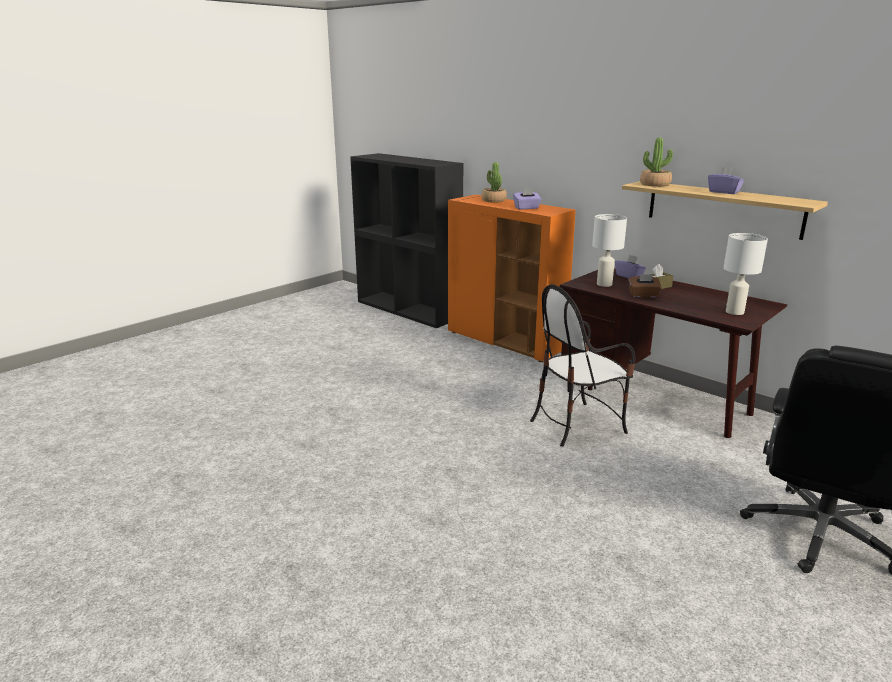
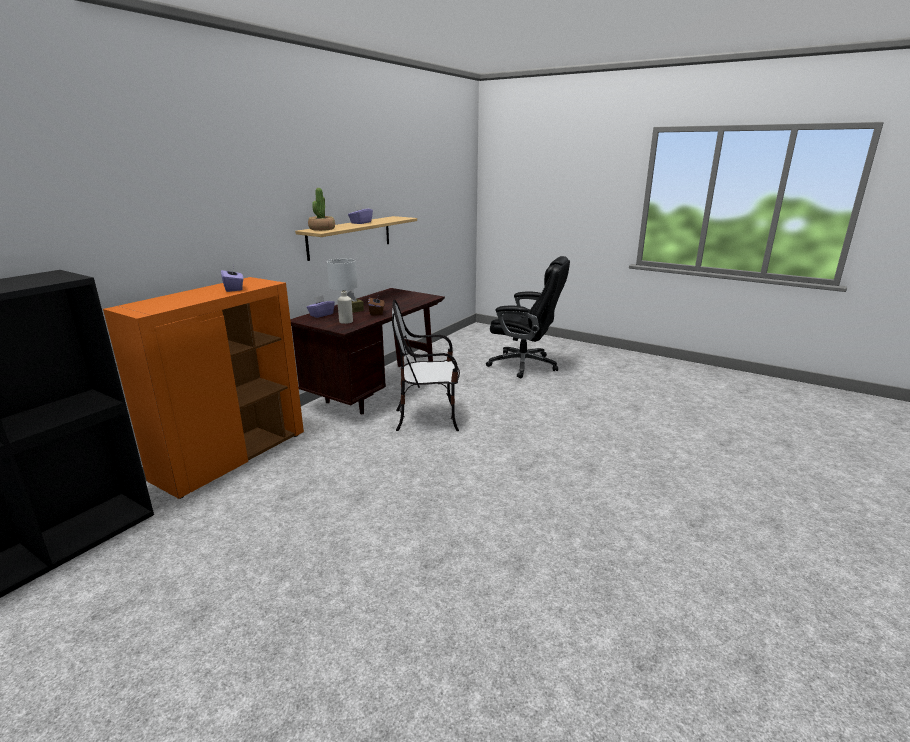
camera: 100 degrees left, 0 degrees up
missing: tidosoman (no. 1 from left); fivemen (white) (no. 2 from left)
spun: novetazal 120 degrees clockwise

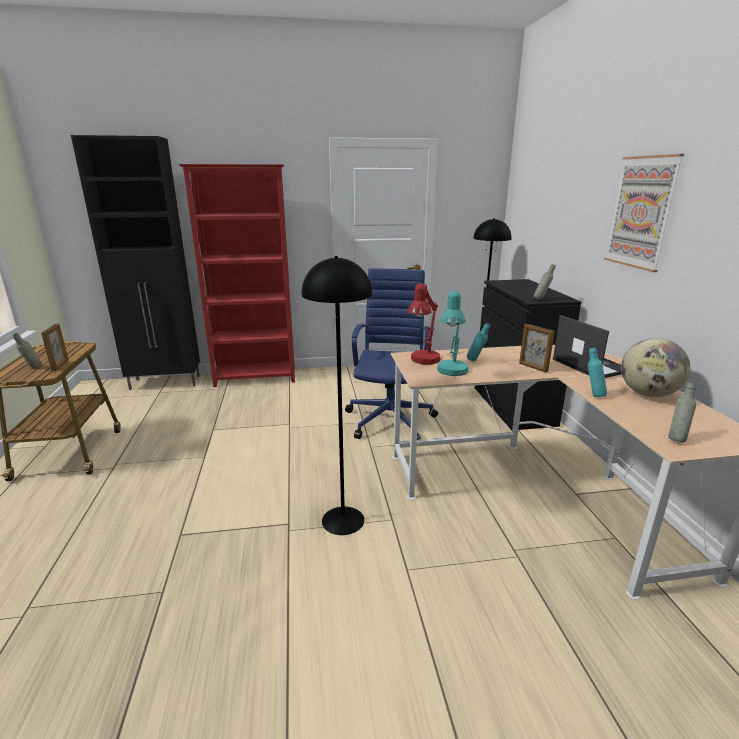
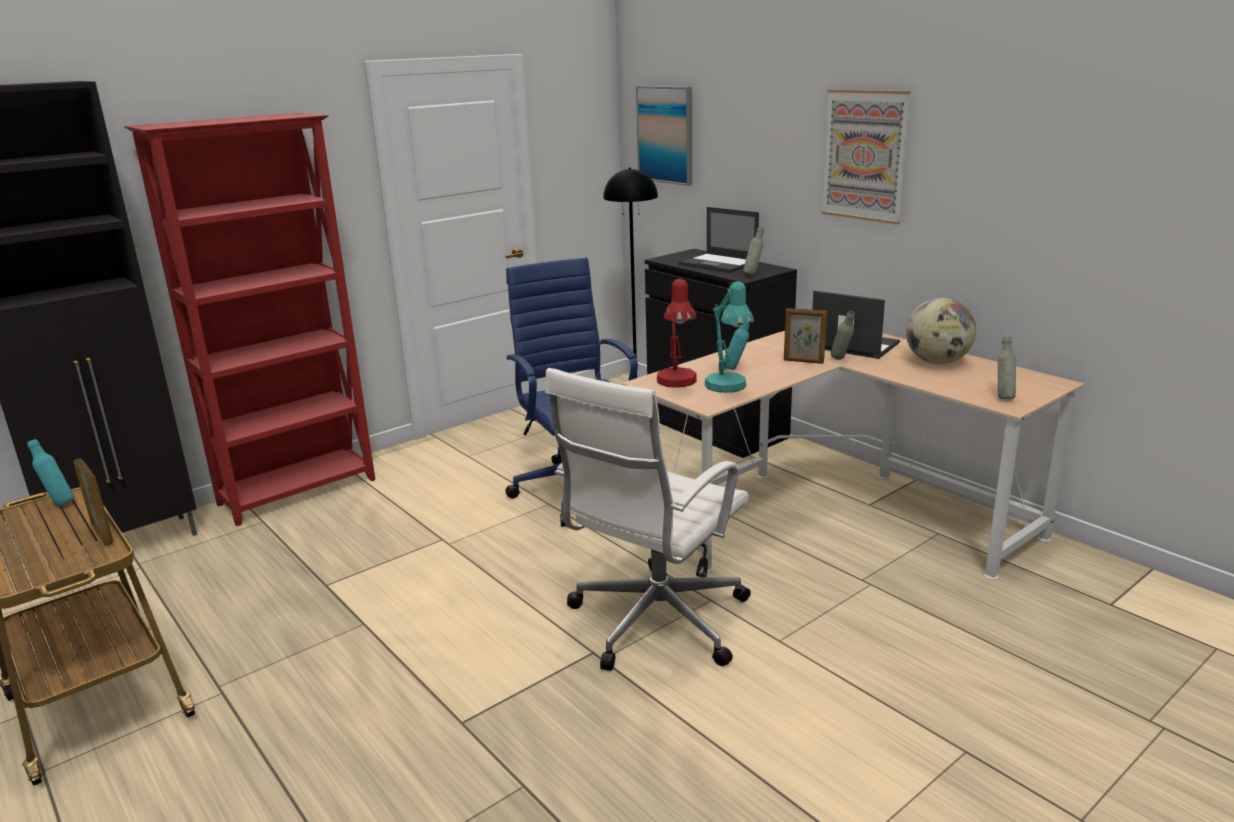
camera: 30 degrees left, 0 degrees up
appeared: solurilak (no. 1 from left); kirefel (no. 1 from left)
relocated: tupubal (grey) (no. 1 from left in the first image) to tupubal (grey) (no. 2 from left); tupubal (turquoise) (no. 2 from left in the first image) to tupubal (turquoise) (no. 1 from left)
exchanged: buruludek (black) (no. 1 from left) to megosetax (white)

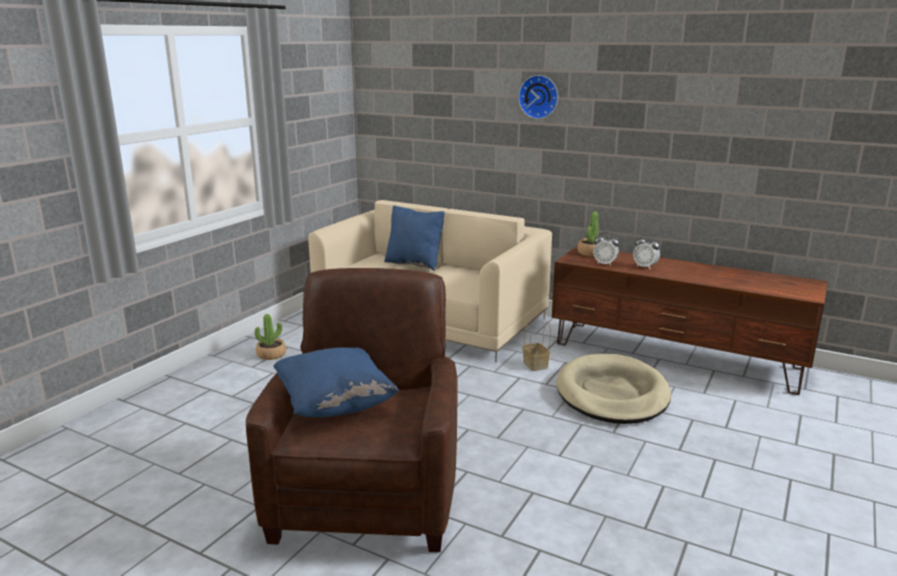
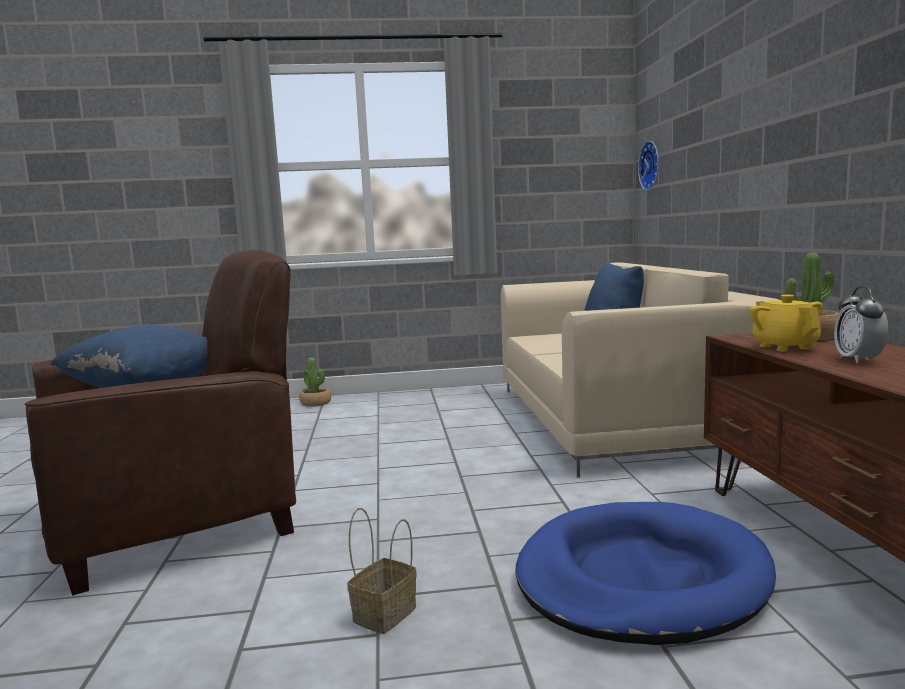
camera: 55 degrees right, 10 degrees down
relocated: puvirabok; tidosoman (no. 1 from left); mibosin
exchanged: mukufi (no. 1 from left) to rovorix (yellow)
colour: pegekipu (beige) to pegekipu (blue)

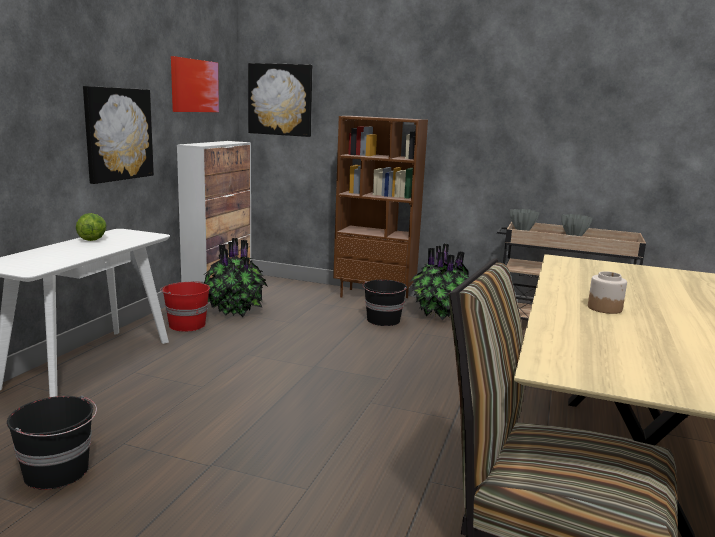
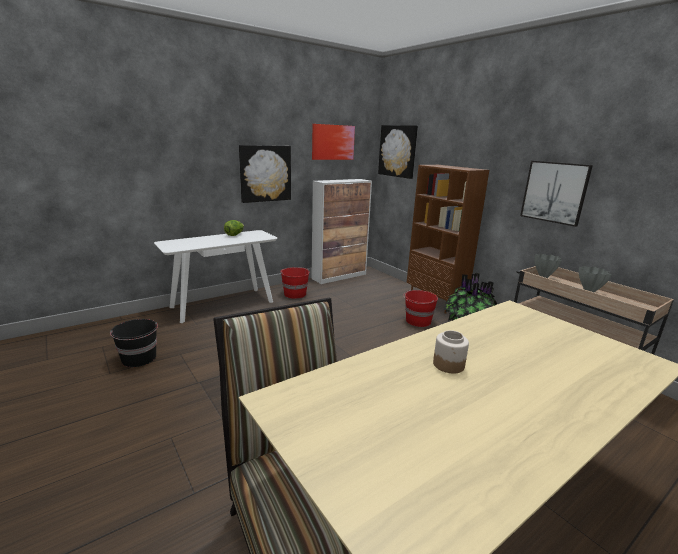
camera: 35 degrees right, 5 degrees up
missing: tidosoman (no. 1 from left)
appeared: solurilak (no. 4 from left)
colour: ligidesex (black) (no. 2 from left) to ligidesex (red) (no. 2 from left)

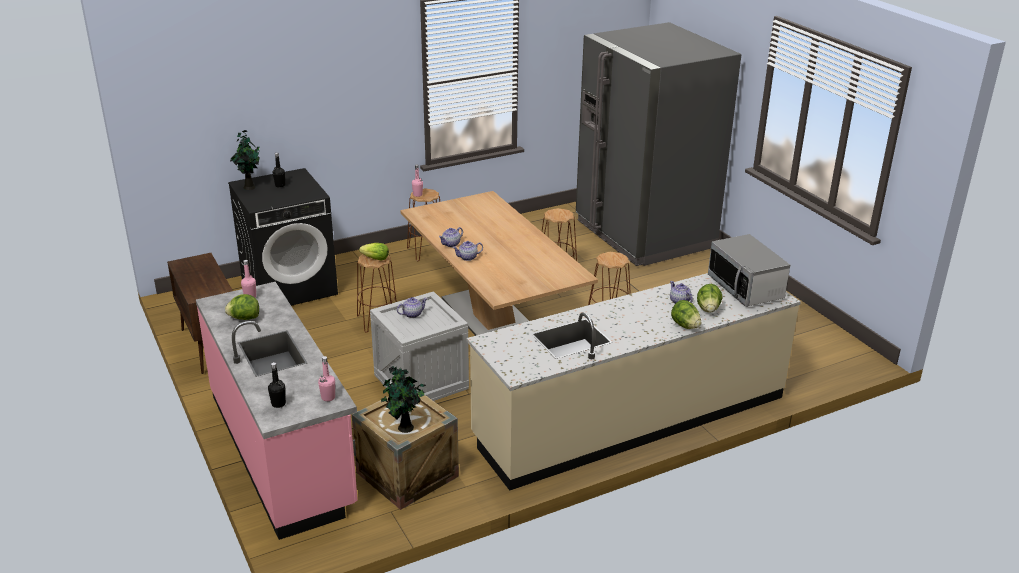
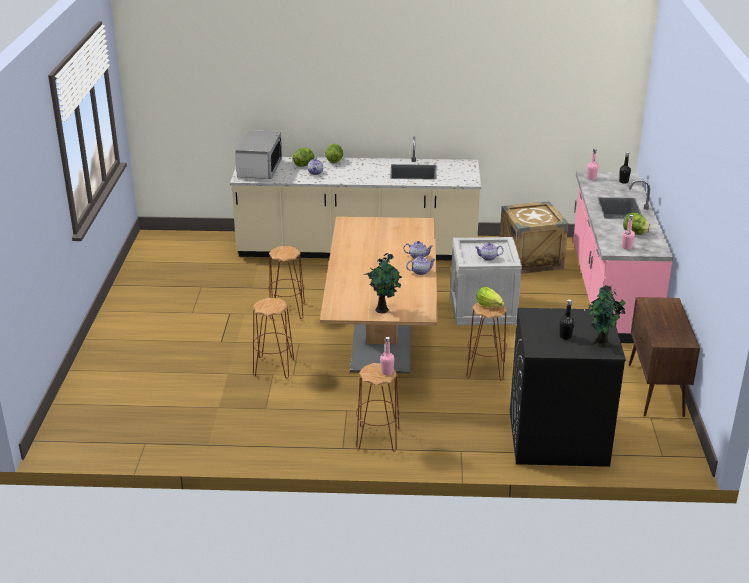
camera: 150 degrees left, 0 degrees up
missing: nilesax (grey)
relocated: tidosoman (no. 2 from left in the first image) to tidosoman (no. 1 from left)

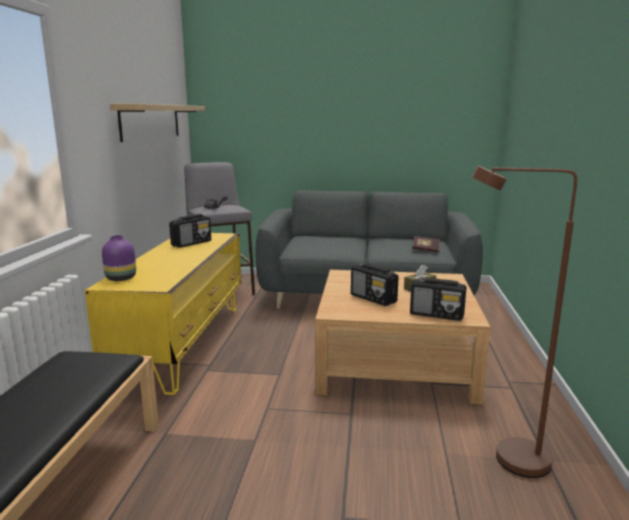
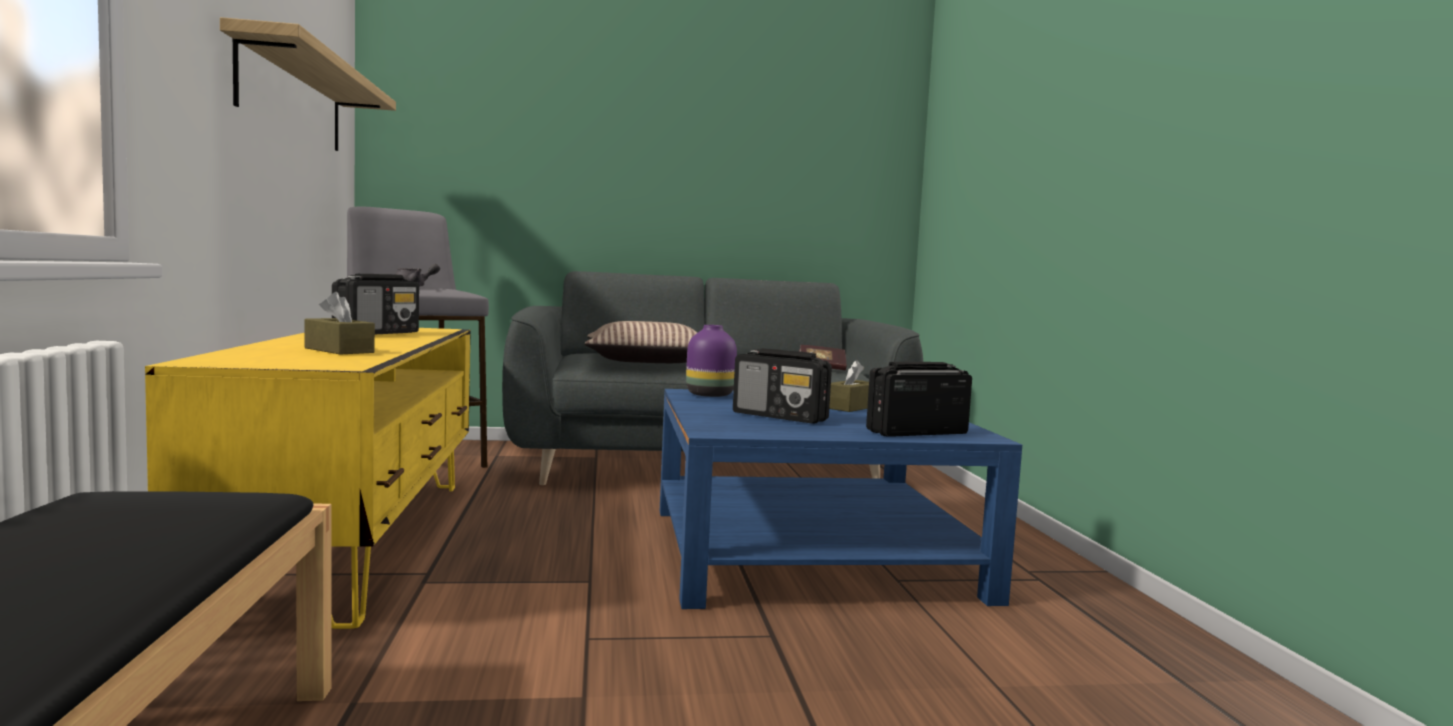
camera: 15 degrees left, 10 degrees down
missing: buruludek (brown)
appeared: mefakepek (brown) (no. 1 from left); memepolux
relocated: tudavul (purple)
colour: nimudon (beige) to nimudon (blue)
spun: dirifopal (no. 3 from left) 150 degrees clockwise

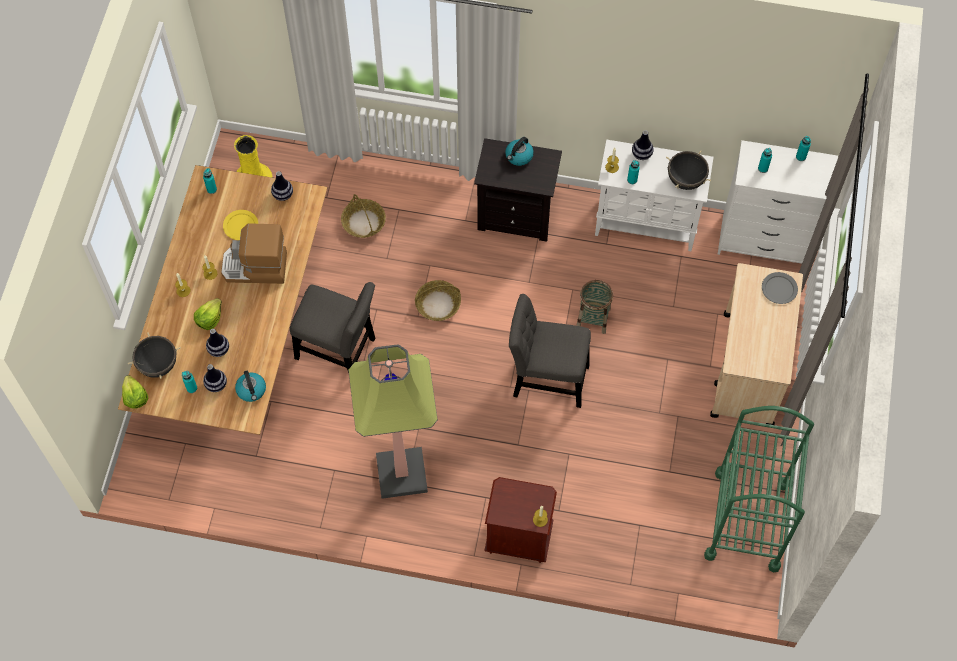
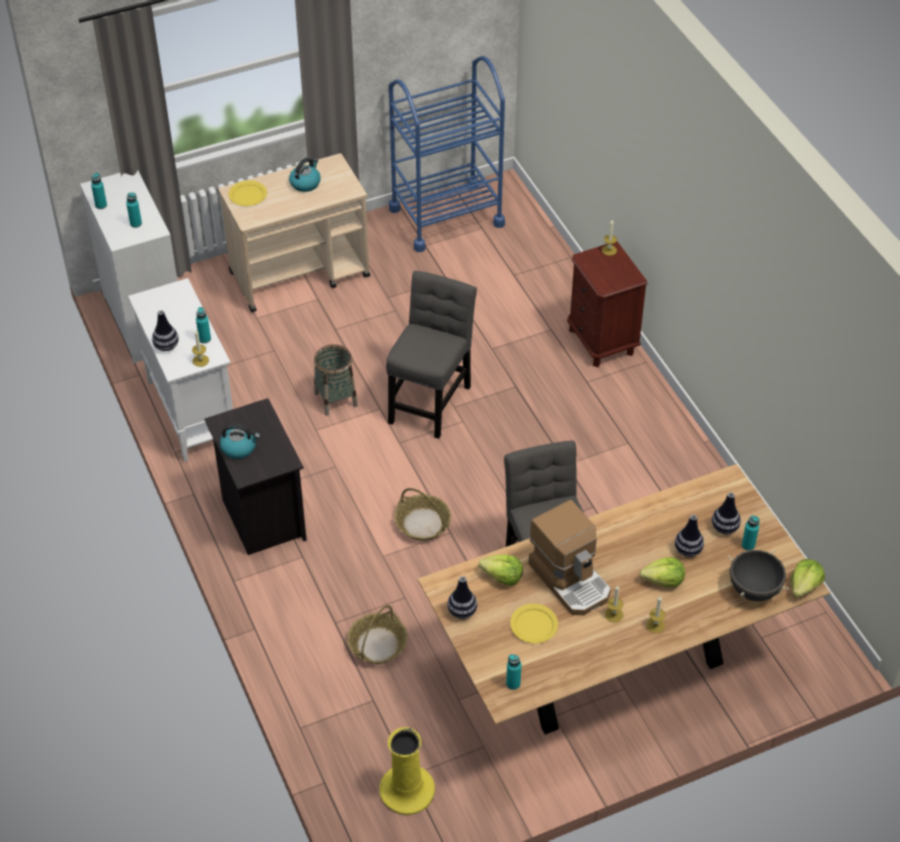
camera: 125 degrees left, 15 degrees down
missing: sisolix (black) (no. 2 from left); buruludek
appeared: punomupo (no. 1 from left)
relocated: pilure (no. 1 from left in the first image) to pilure (no. 2 from left)
colour: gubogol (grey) to gubogol (yellow) (no. 1 from left); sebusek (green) to sebusek (blue)
spun: novetazal (grey) (no. 2 from left in the first image) 135 degrees counterclockwise

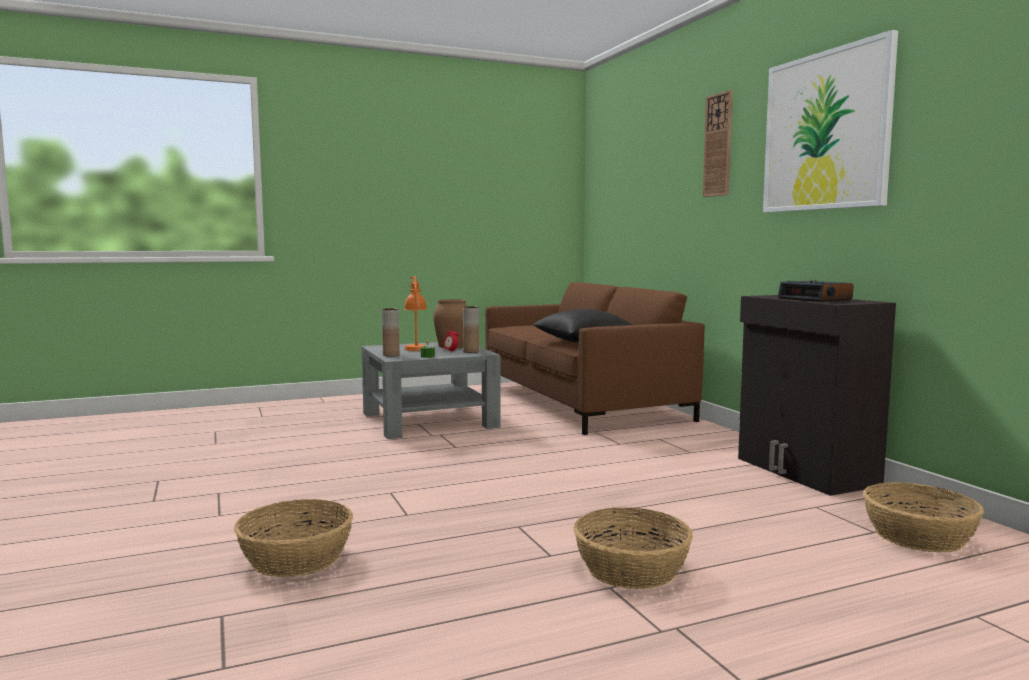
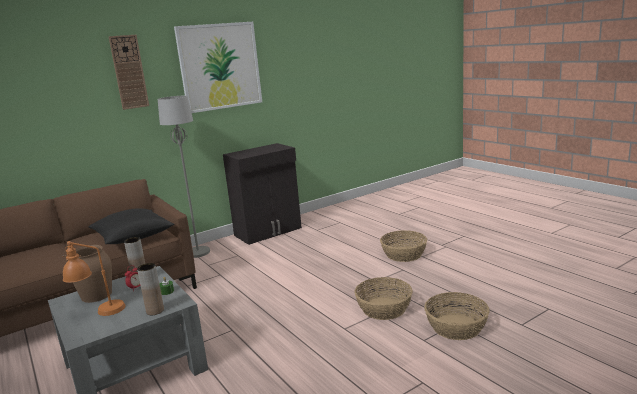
camera: 100 degrees left, 10 degrees up
missing: mukufi (no. 2 from left)
appeared: buruludek (grey)
relocated: mibosin (no. 3 from left in the first image) to mibosin (no. 1 from left)

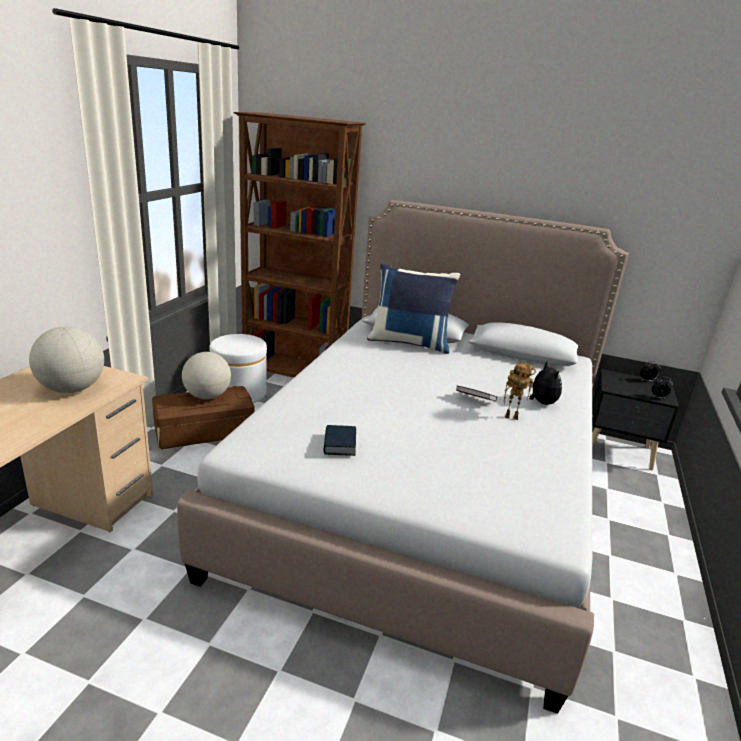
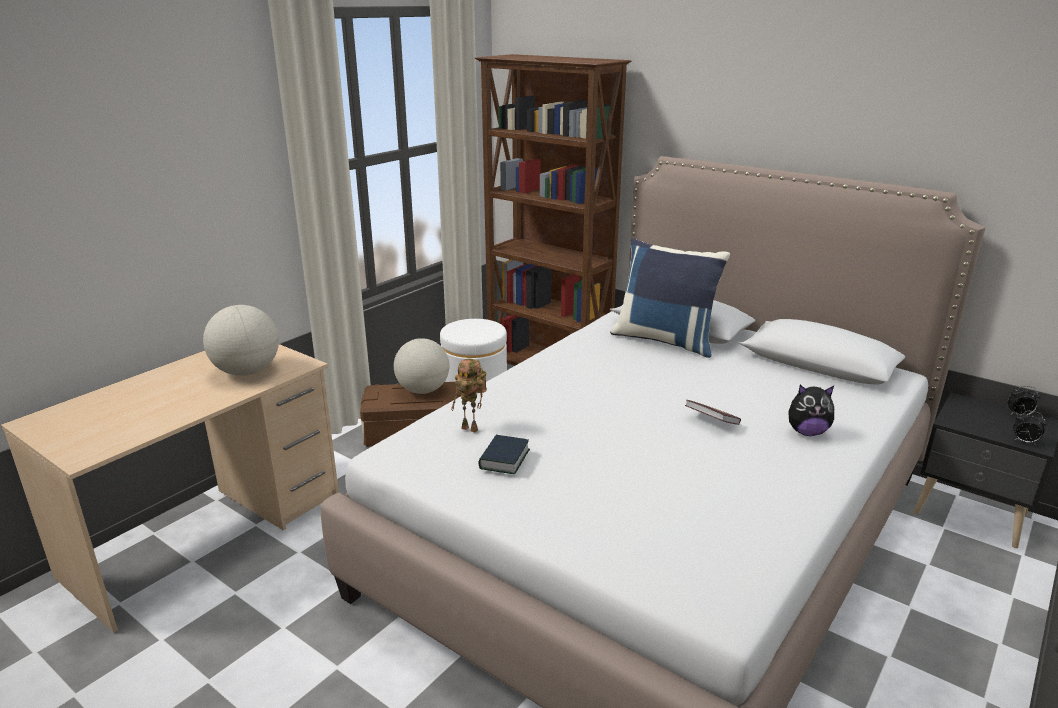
camera: 20 degrees right, 0 degrees up
relocated: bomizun
spun: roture 90 degrees clockwise

